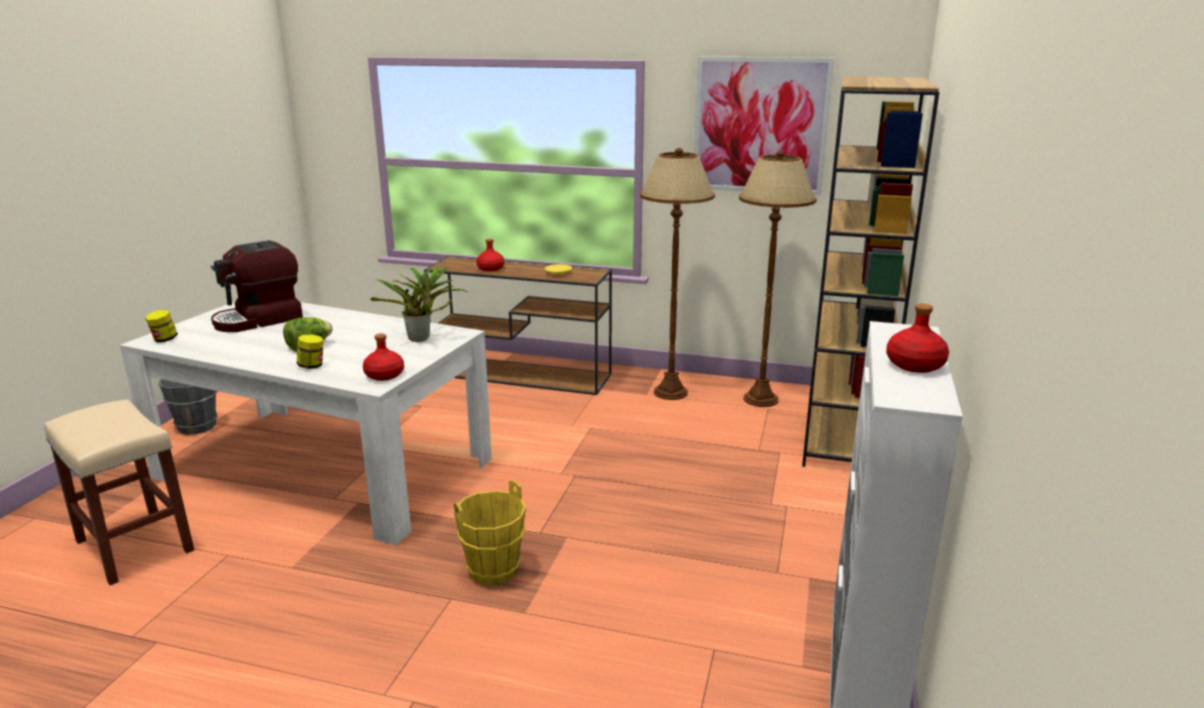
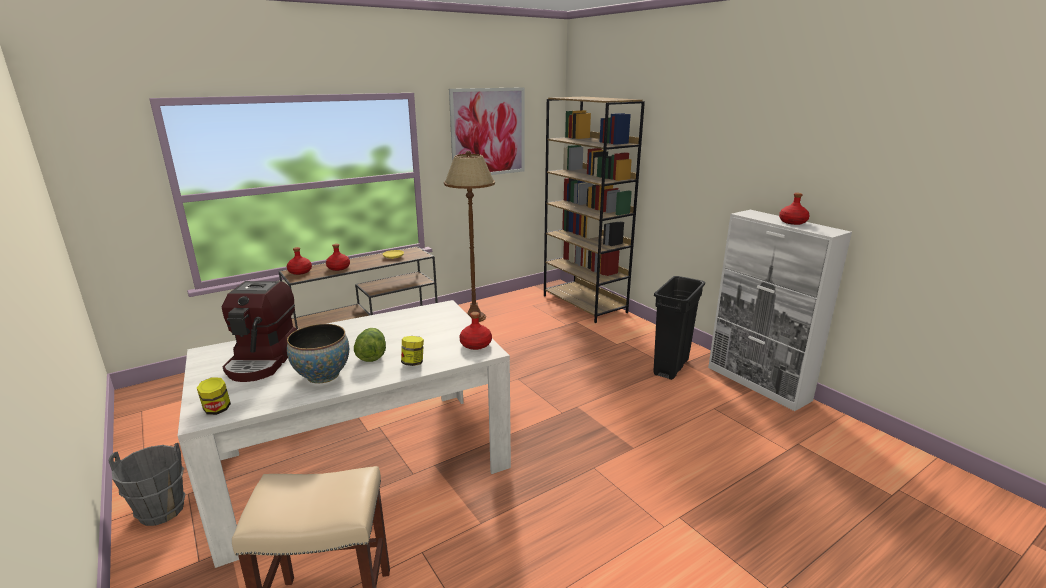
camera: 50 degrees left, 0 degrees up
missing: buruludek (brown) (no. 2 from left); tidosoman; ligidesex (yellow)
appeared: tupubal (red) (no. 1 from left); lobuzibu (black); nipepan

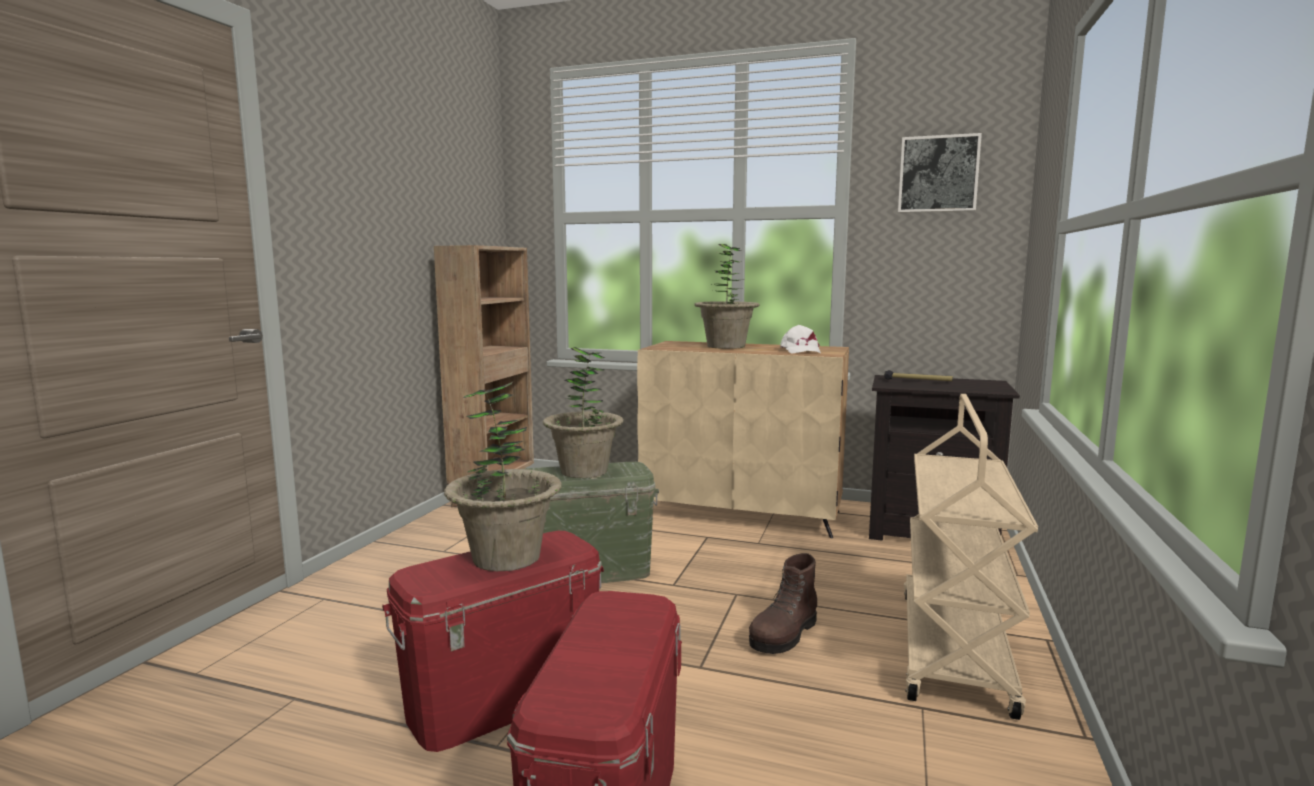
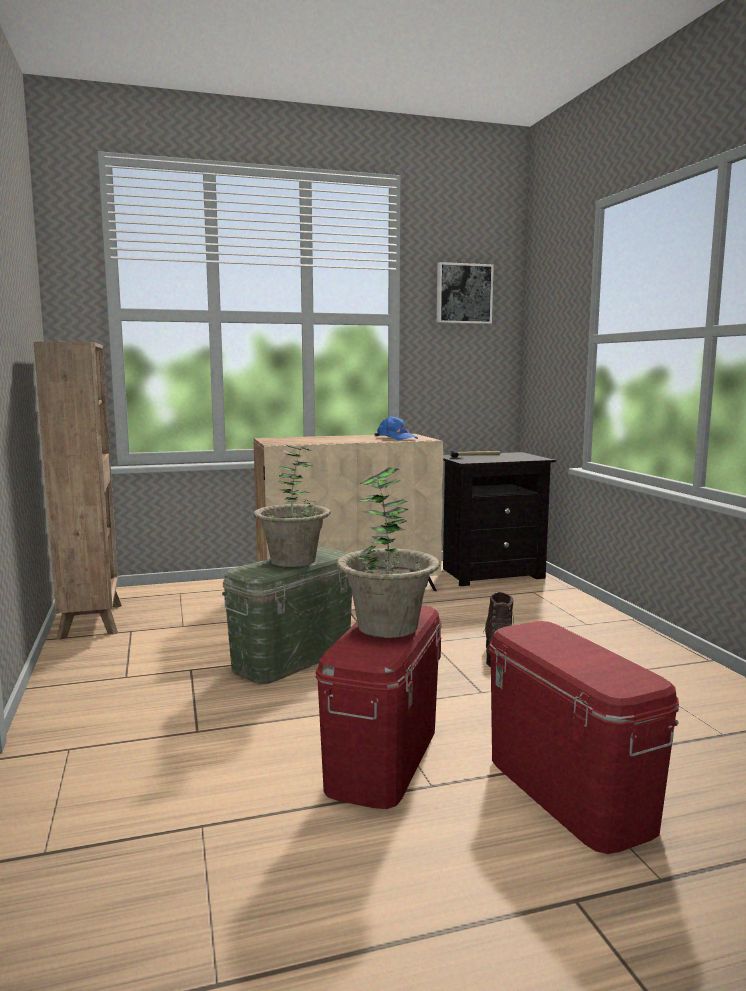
camera: 35 degrees left, 0 degrees up
missing: tidosoman (no. 3 from left); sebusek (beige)
colour: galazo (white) to galazo (blue)

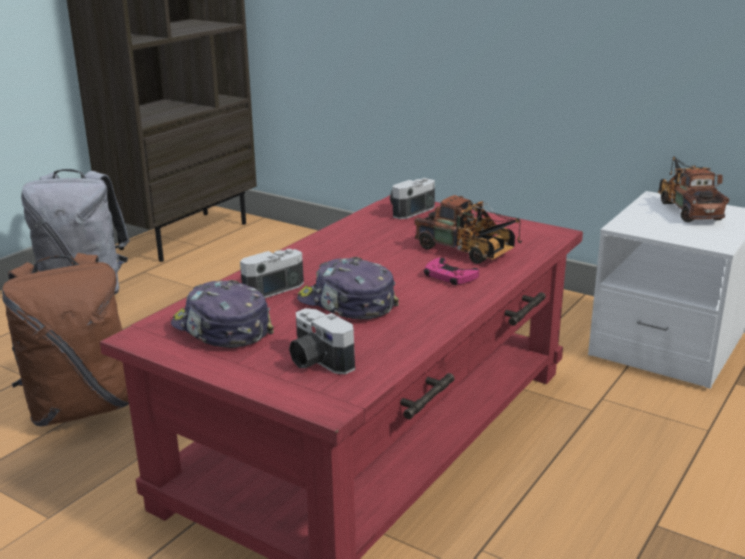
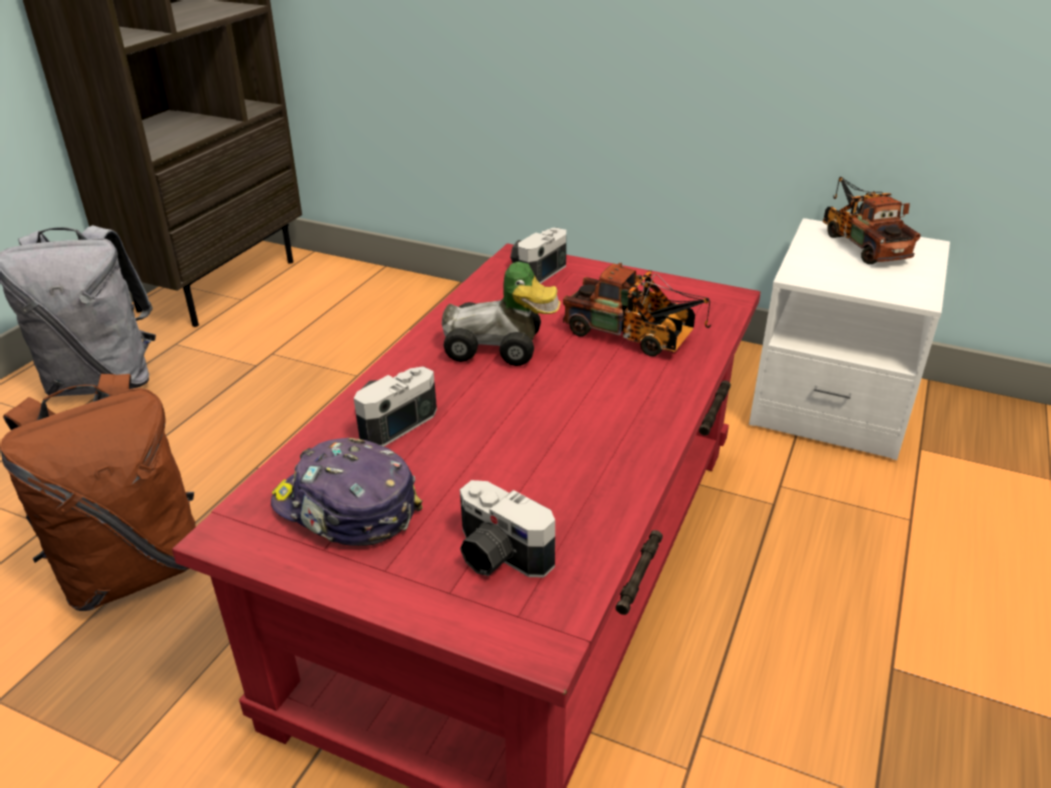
camera: 10 degrees left, 10 degrees up
missing: galazo (no. 2 from left); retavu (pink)
appeared: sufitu

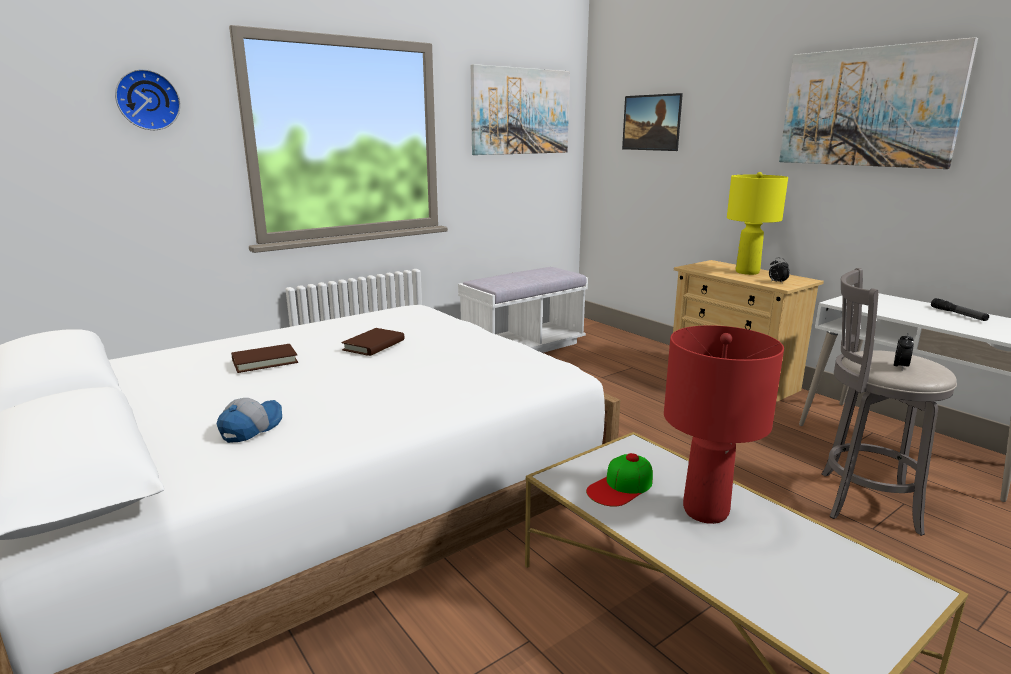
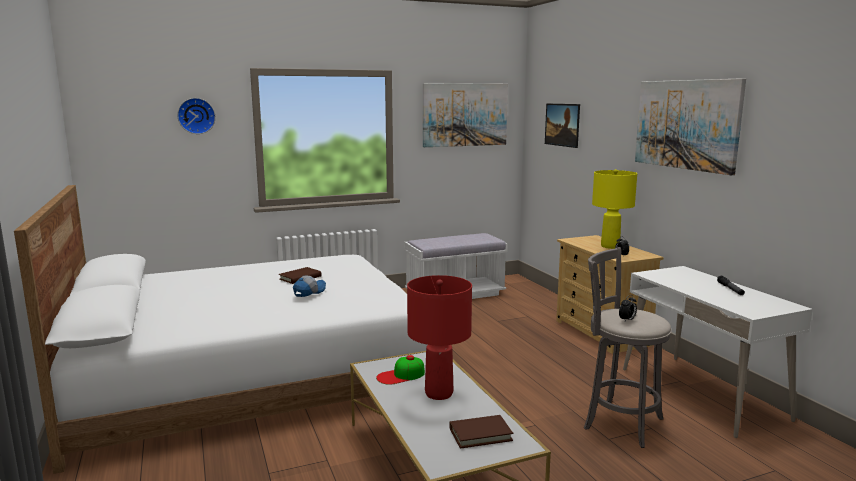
camera: 15 degrees right, 5 degrees down
relocated: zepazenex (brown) (no. 1 from left in the first image) to zepazenex (brown) (no. 2 from left); galazo (no. 1 from left)

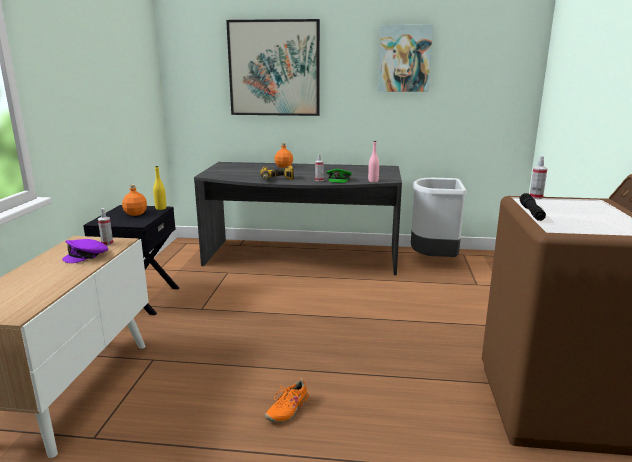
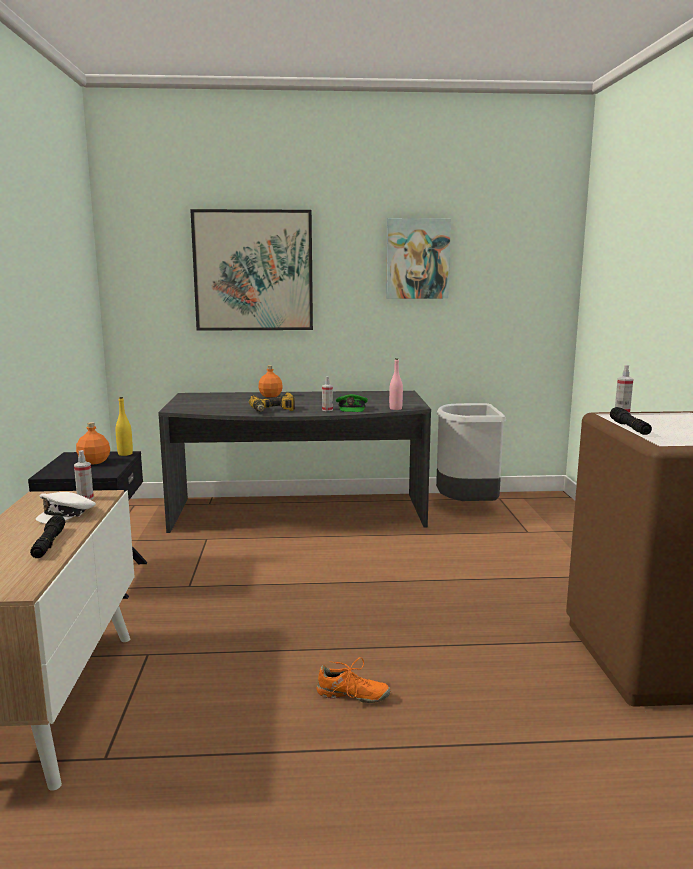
camera: 10 degrees left, 5 degrees down
appeared: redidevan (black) (no. 1 from left)
colour: galazo (purple) to galazo (white)
spun: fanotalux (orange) 105 degrees counterclockwise

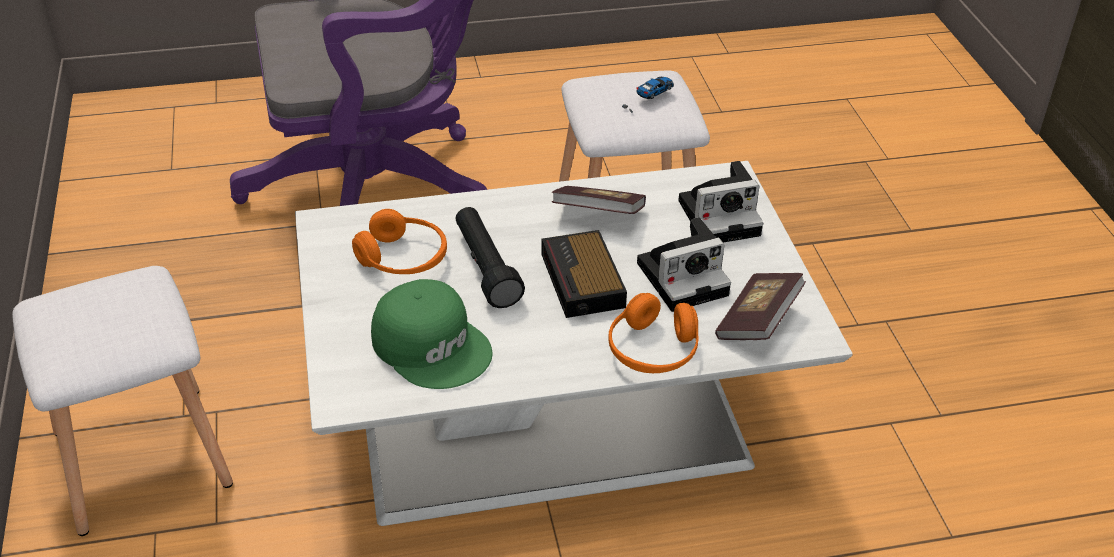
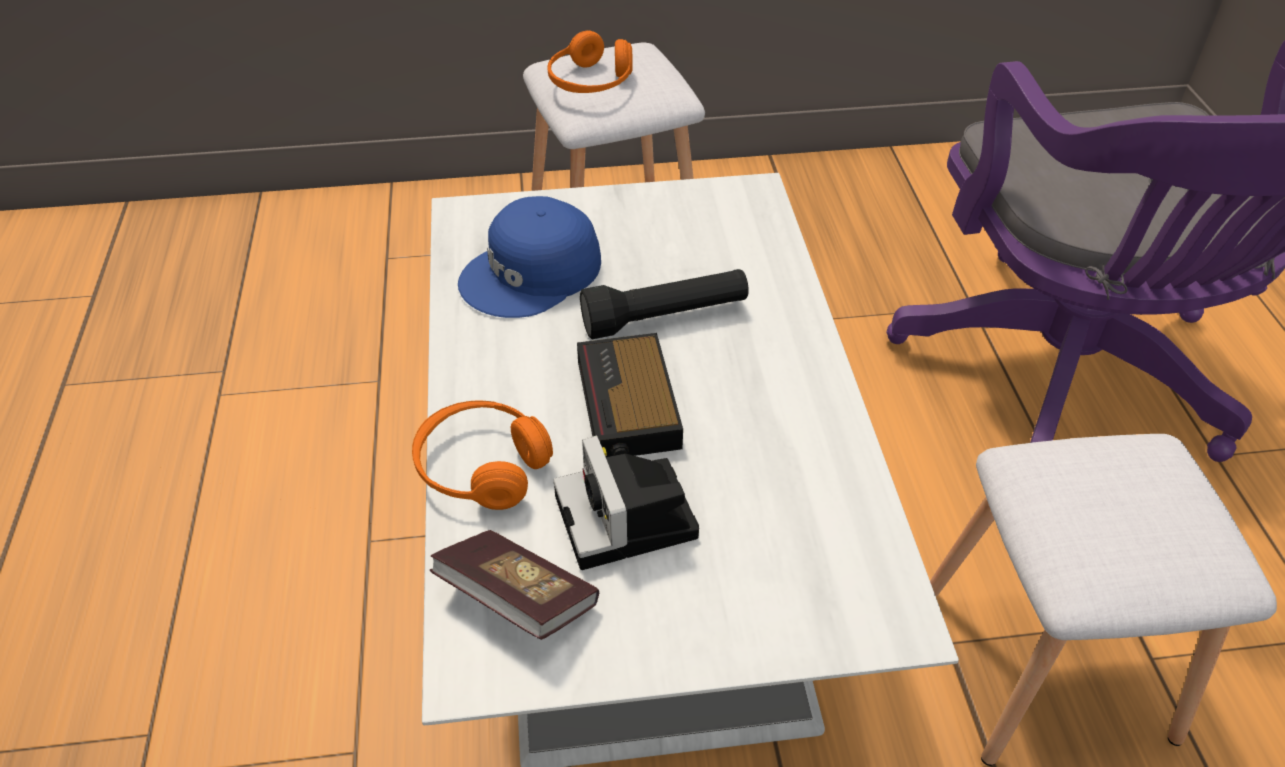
camera: 95 degrees right, 5 degrees up
missing: sufitu; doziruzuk (no. 2 from left); zepazenex (no. 1 from left)
relocated: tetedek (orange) (no. 1 from left in the first image) to tetedek (orange) (no. 2 from left)
colour: galazo (green) to galazo (blue)
spun: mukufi 90 degrees counterclockwise

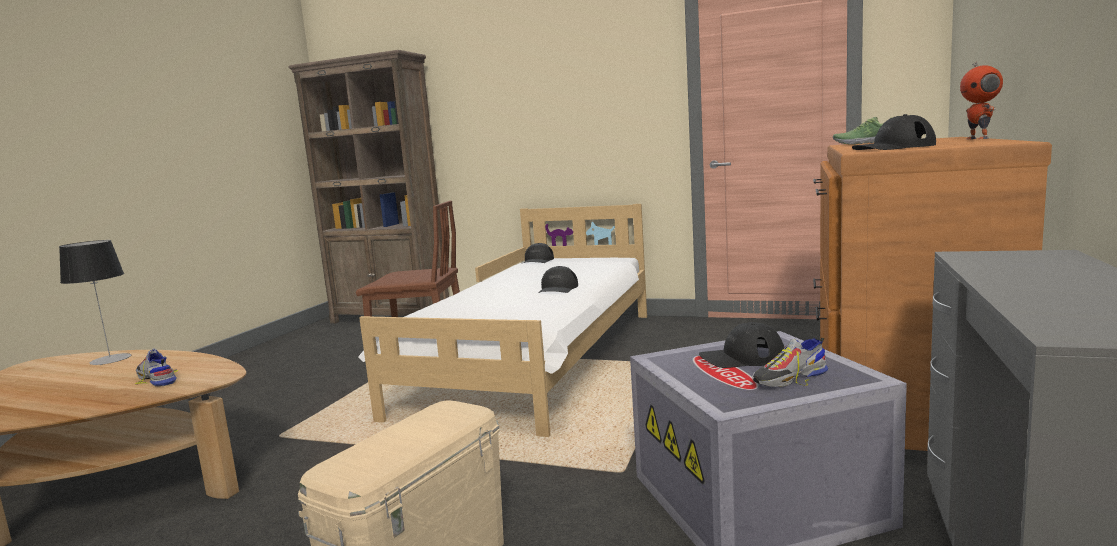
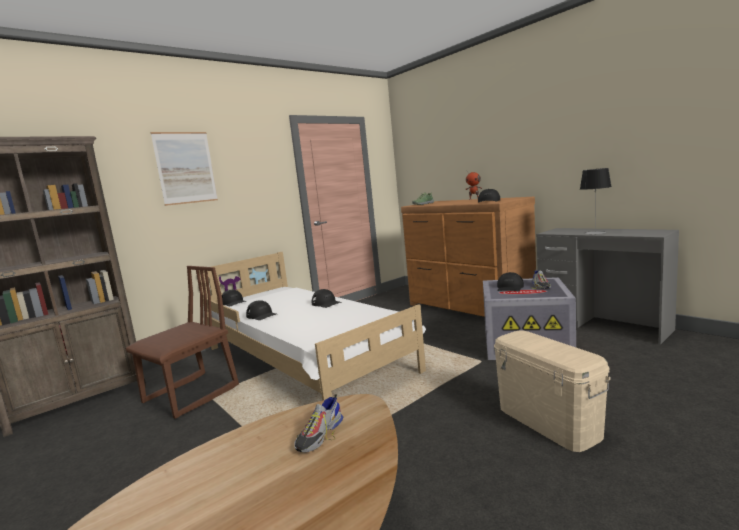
camera: 60 degrees left, 0 degrees up
appeared: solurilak; galazo (black) (no. 2 from left)
relocated: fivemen
spun: fanotalux (no. 1 from left) 45 degrees counterclockwise

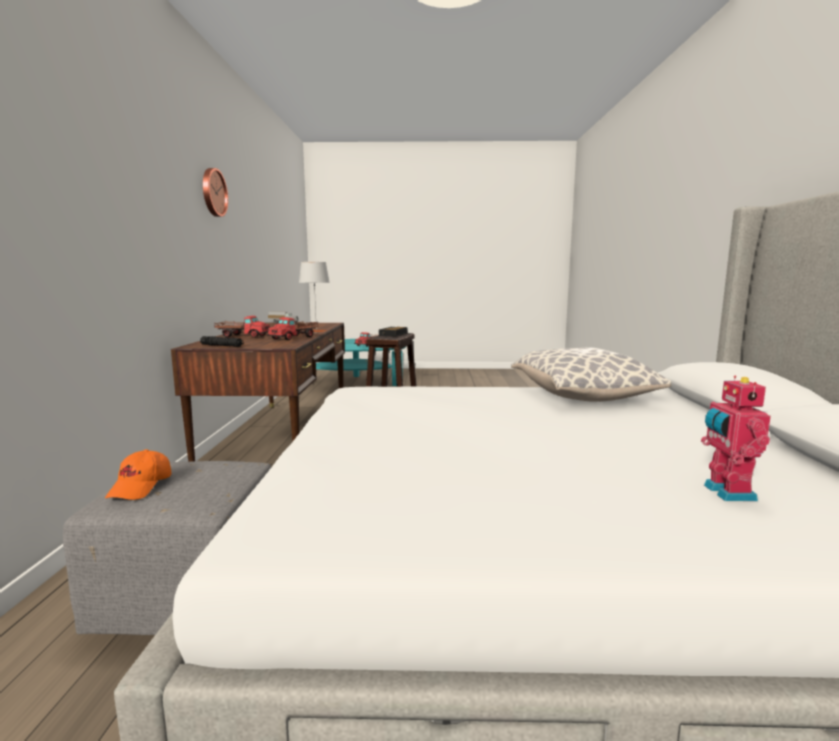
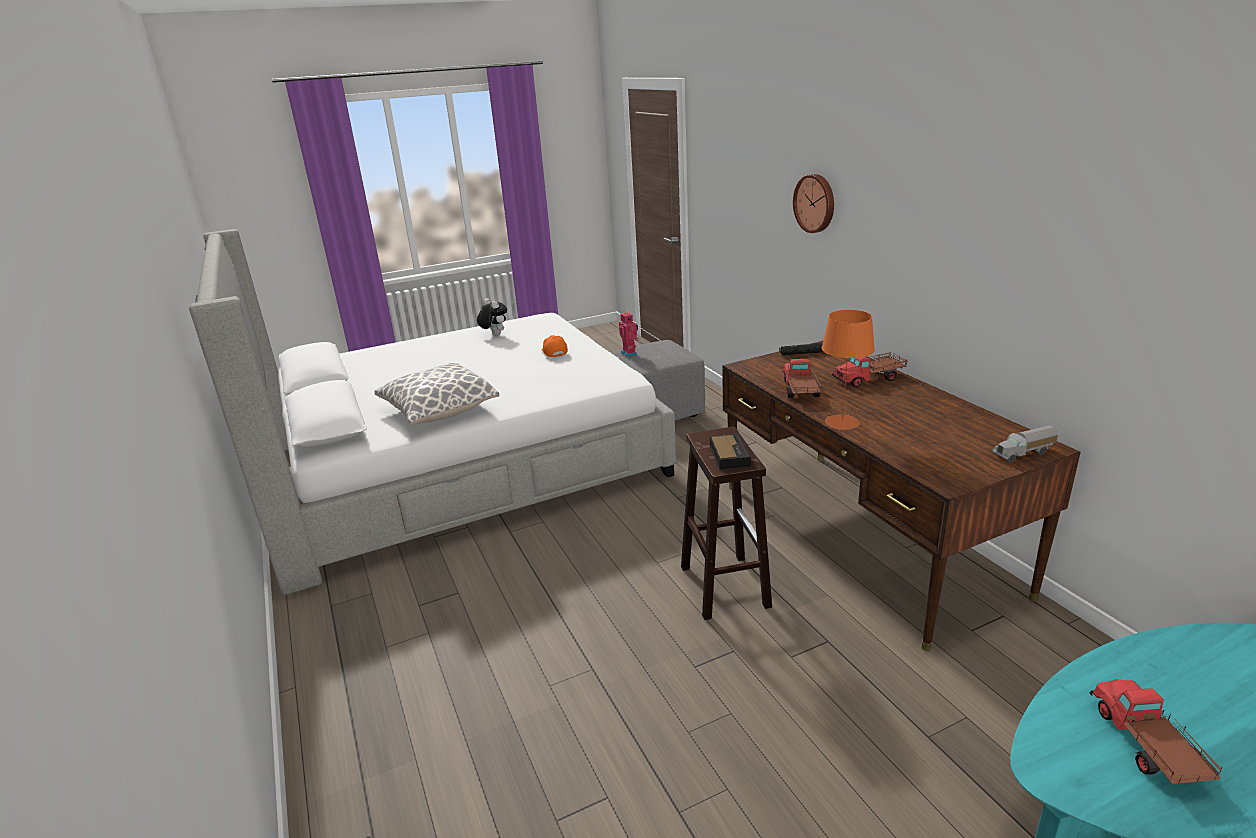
camera: 155 degrees right, 15 degrees up
appeared: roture
relocated: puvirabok; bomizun; galazo (orange)
colour: fivemen (grey) to fivemen (orange)

